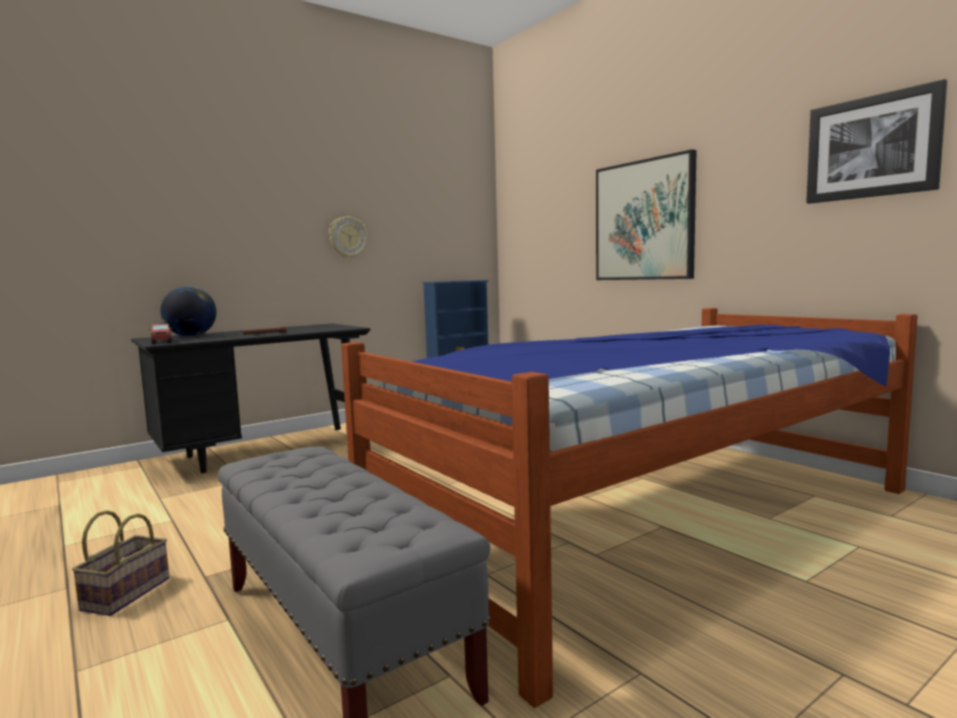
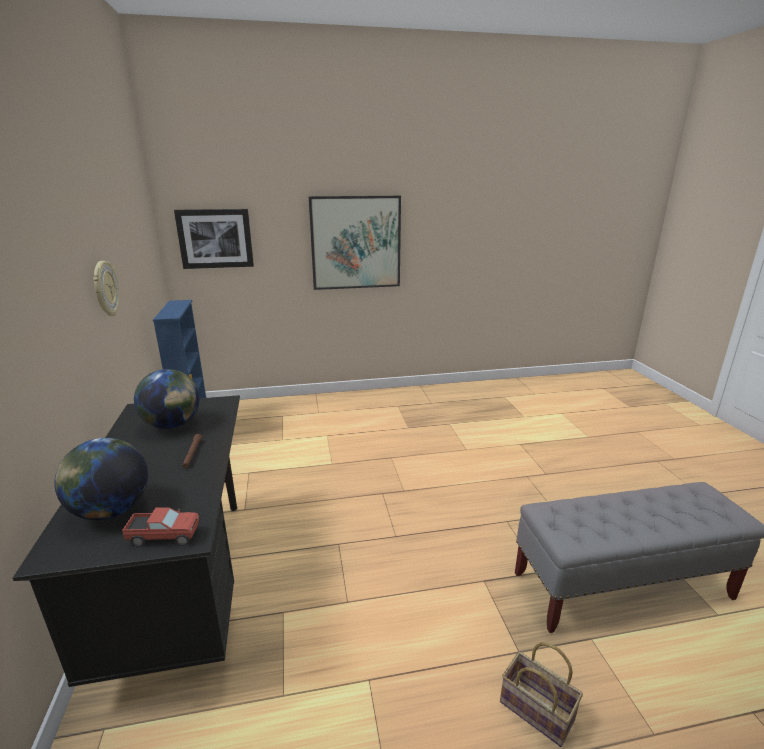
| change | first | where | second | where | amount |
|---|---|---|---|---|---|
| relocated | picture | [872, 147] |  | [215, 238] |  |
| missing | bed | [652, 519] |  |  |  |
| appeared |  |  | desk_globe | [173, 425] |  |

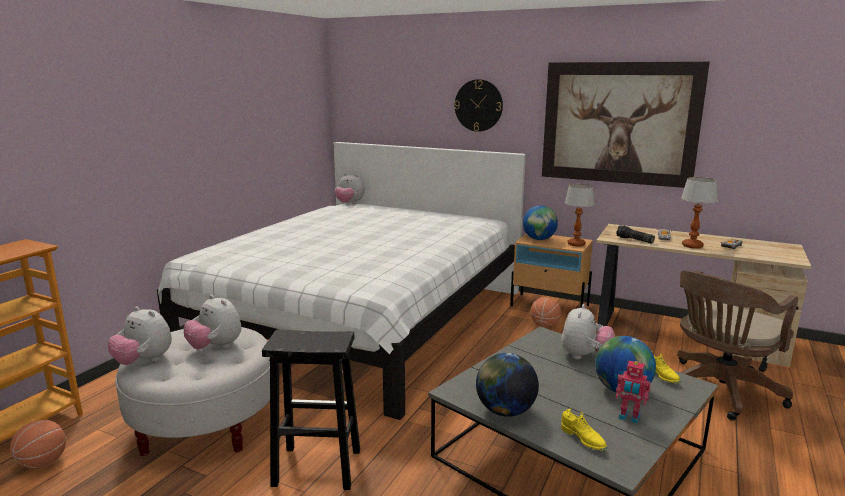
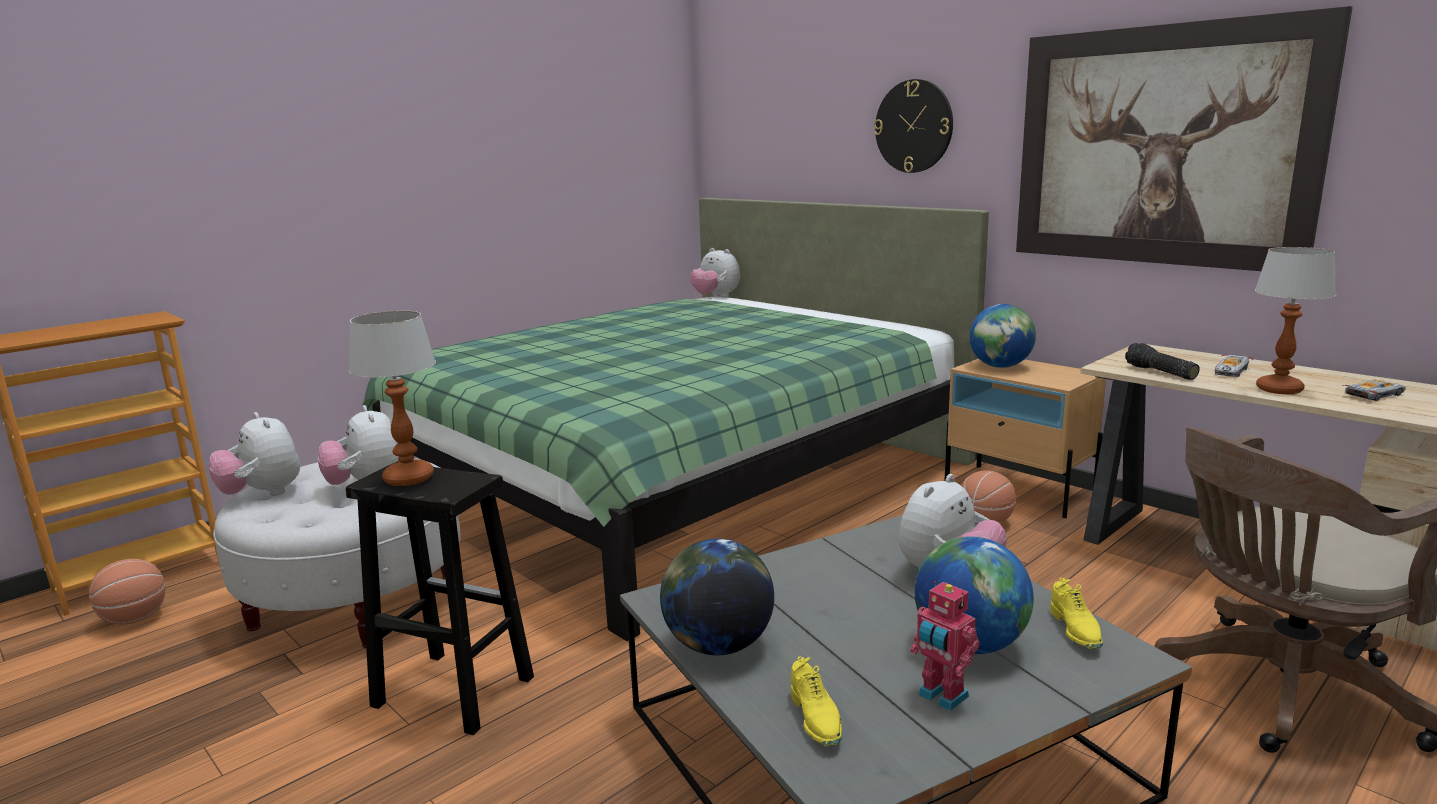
| change | first | where | second | where | amount |
|---|---|---|---|---|---|
| colour | white-coloured_bed | [360, 319] | green_bed | [680, 479] |  |
| relocated | lamp_for_a_table | [576, 244] |  | [408, 478] |  |

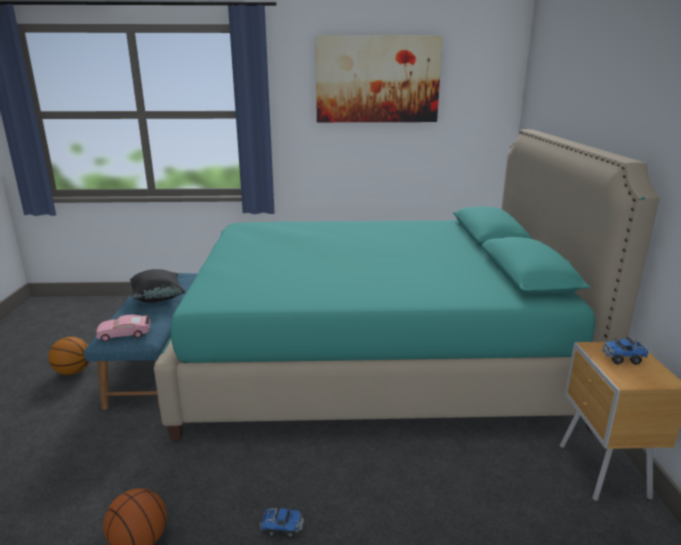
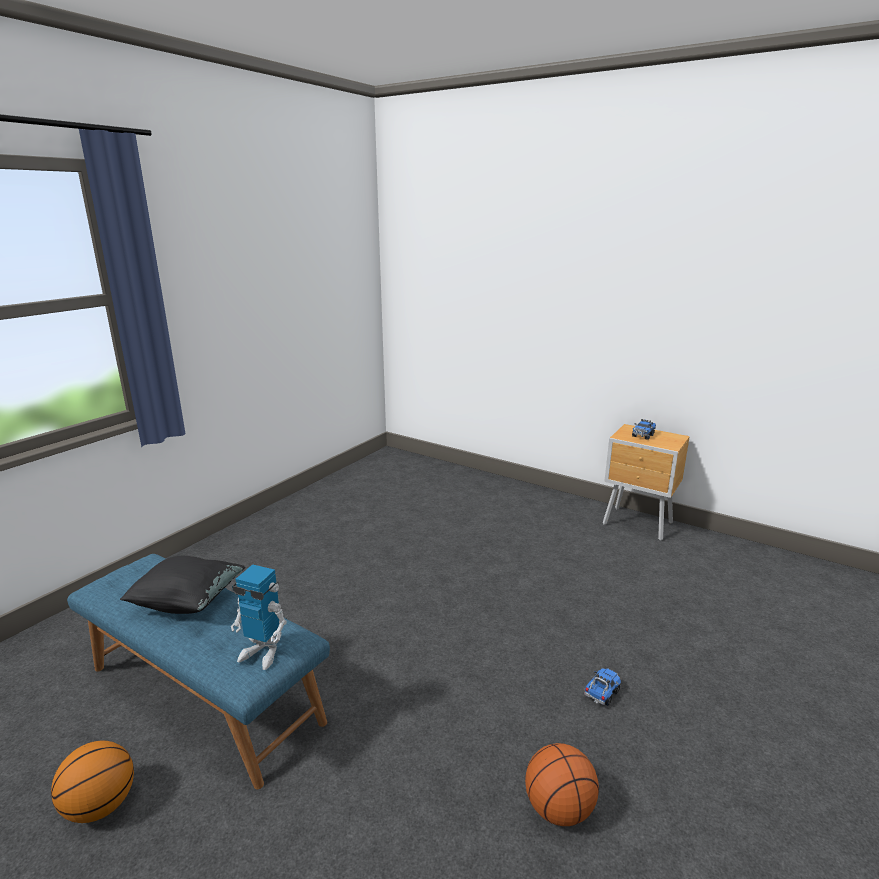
| change | first | where | second | where | amount |
|---|---|---|---|---|---|
| missing | picture | [377, 80] |  |  |  |
| missing | blue-green_bed | [374, 356] |  |  |  |
| exchanged | pinkish_toy_car | [125, 333] | toy_robot | [262, 653] |  |

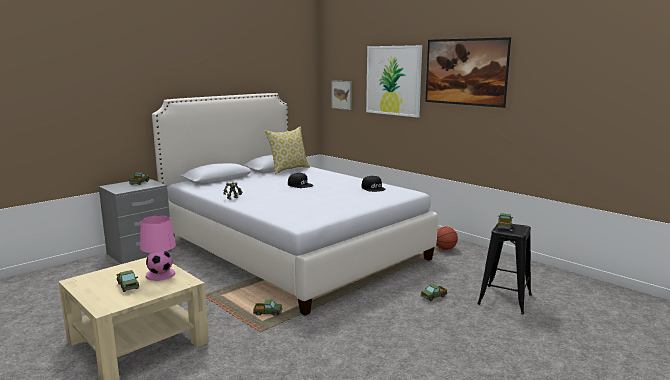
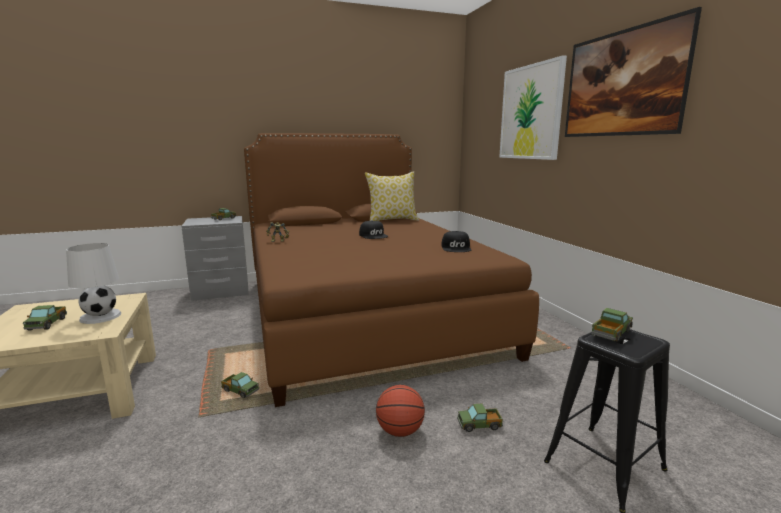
| change | first | where | second | where | amount |
|---|---|---|---|---|---|
| missing | picture | [341, 95] |  |  |  |
| colour | white-coloured_bed | [291, 249] | brown_bed | [363, 312] |  |
| colour | pinkish_lamp_for_a_table | [160, 274] | white-coloured_lamp_for_a_table | [101, 316] |  |
| relocated | basketball_ball | [445, 249] |  | [400, 431] |  |

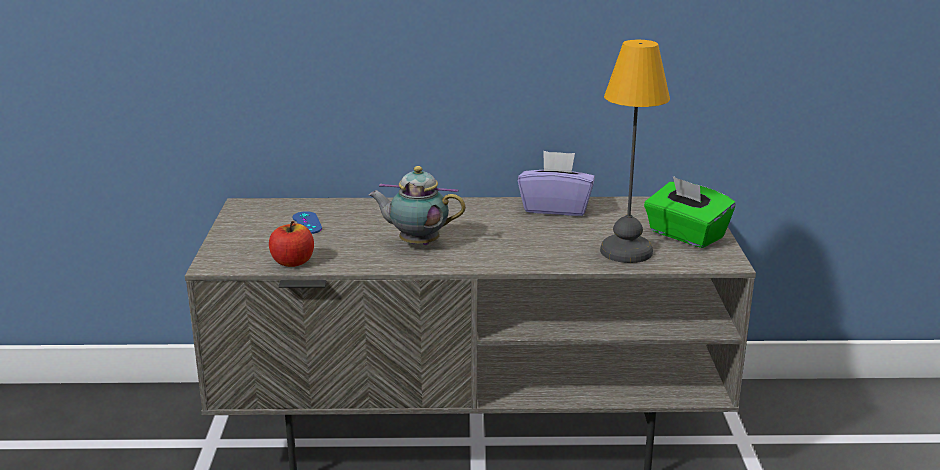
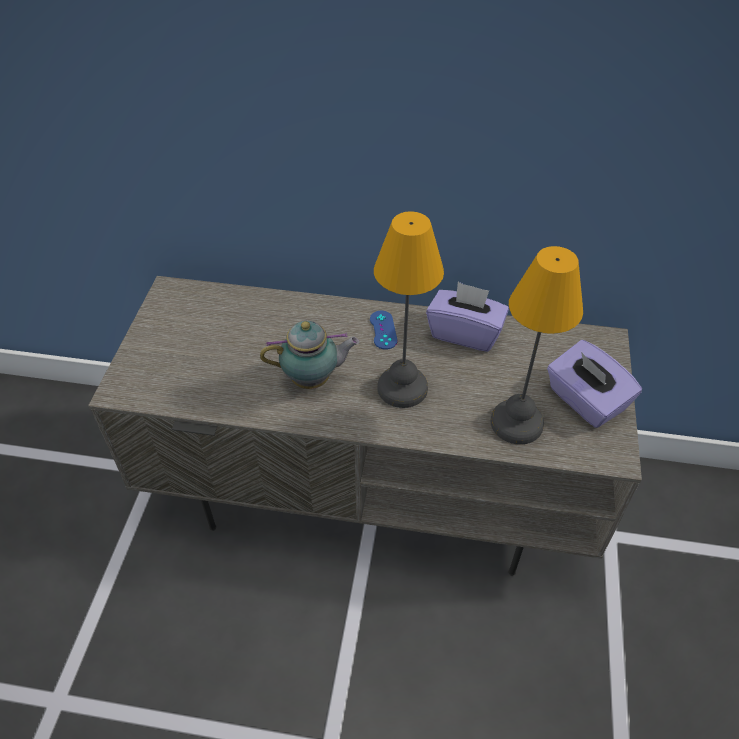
| change | first | where | second | where | amount |
|---|---|---|---|---|---|
| spun | teapot | [416, 243] |  | [313, 380] | 150 degrees clockwise |
| colour | green_tissue_box | [685, 235] | purple_tissue_box | [585, 401] |  |
| relocated | blue_game_controller | [307, 223] |  | [383, 330] |  |
| missing | apple_fruit | [293, 262] |  |  |  |
| appeared |  |  | lamp_for_a_table | [401, 386] |  |

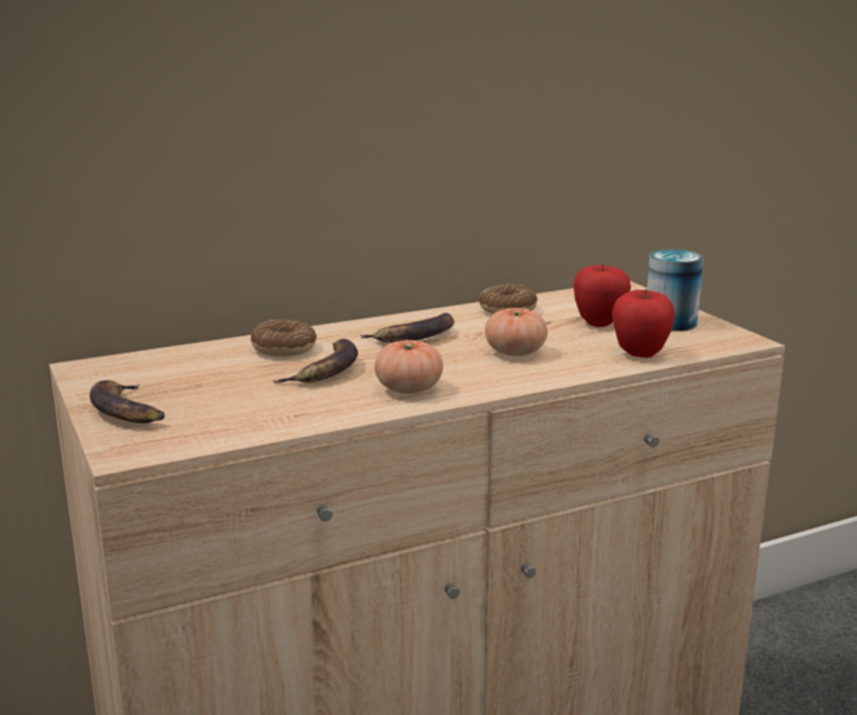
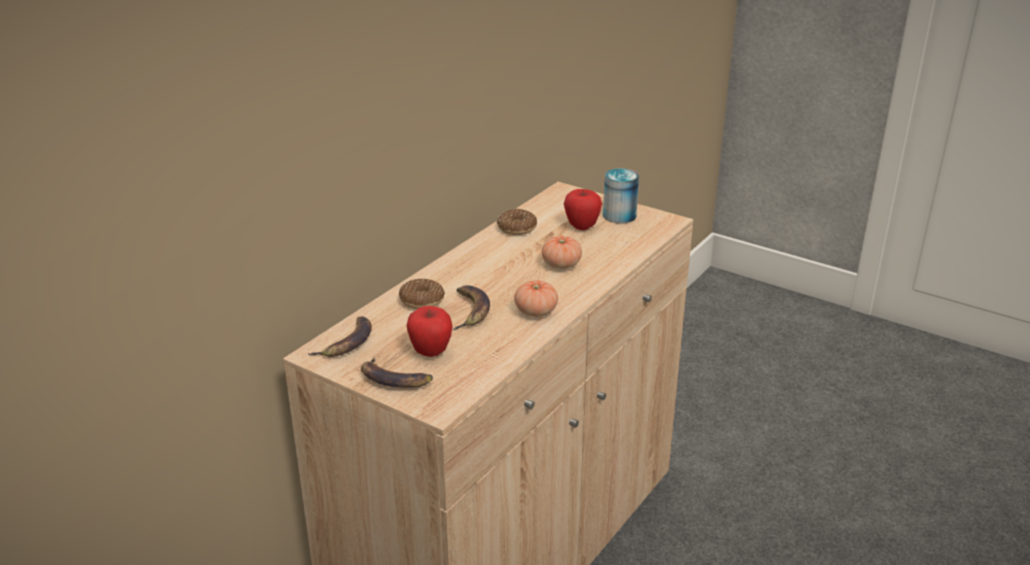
| change | first | where | second | where | amount |
|---|---|---|---|---|---|
| relocated | apple_fruit | [640, 354] |  | [430, 352] |  |
| relocated | banana | [414, 336] |  | [347, 342] |  |

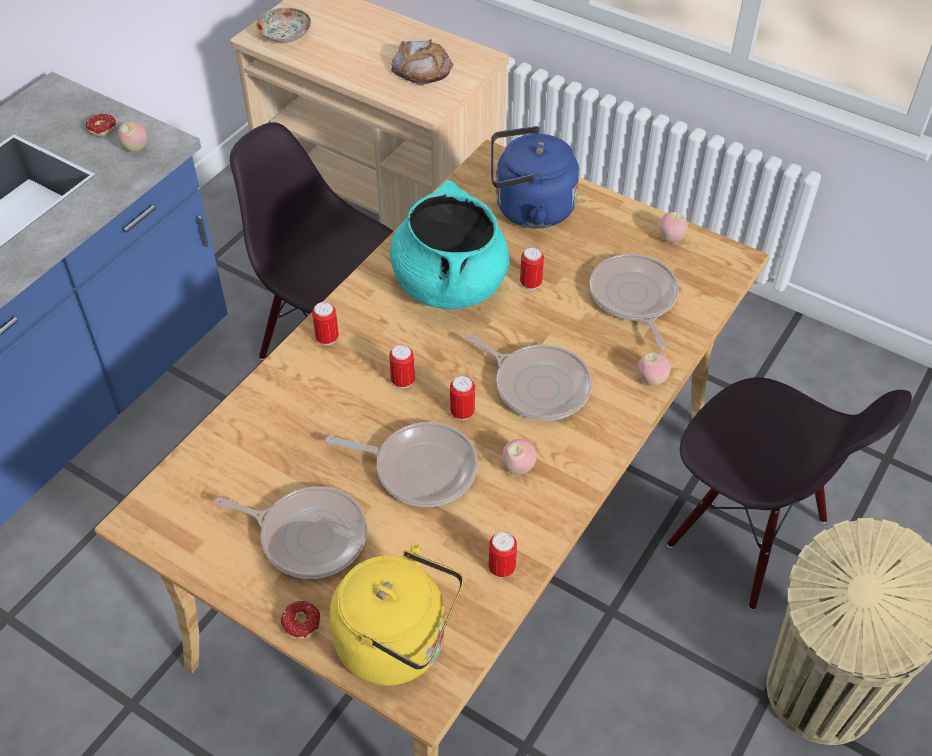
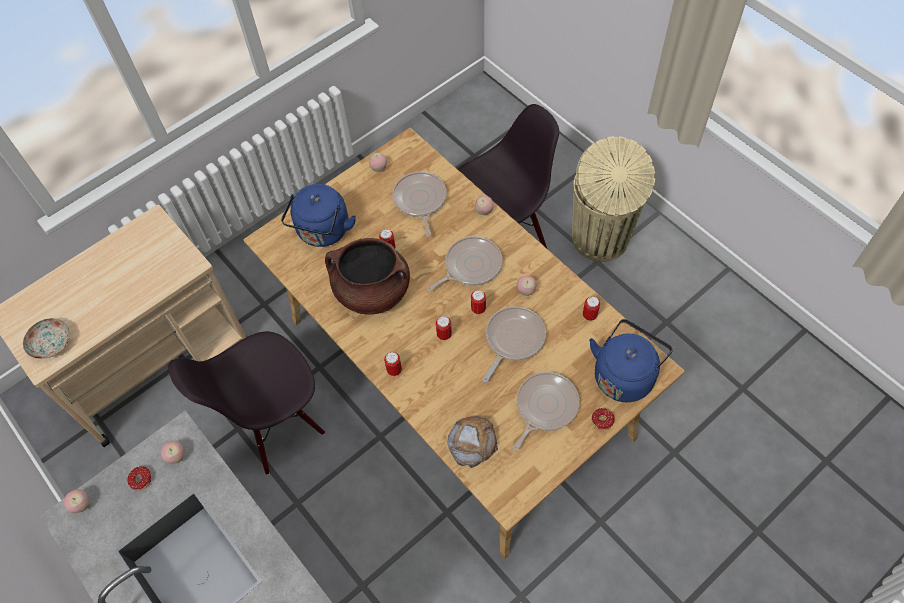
| change | first | where | second | where | amount |
|---|---|---|---|---|---|
| relocated | bakery_bread | [422, 68] |  | [472, 442] |  |
| colour | blue-green_stockpot | [449, 284] | brown_stockpot | [372, 292] |  |
| spun | frying_pan | [633, 298] |  | [420, 201] | 75 degrees clockwise |
| colour | yellow_kettle | [398, 643] | blue_kettle | [624, 374] |  |
| appeared |  |  | apple_fruit | [82, 505] |  |

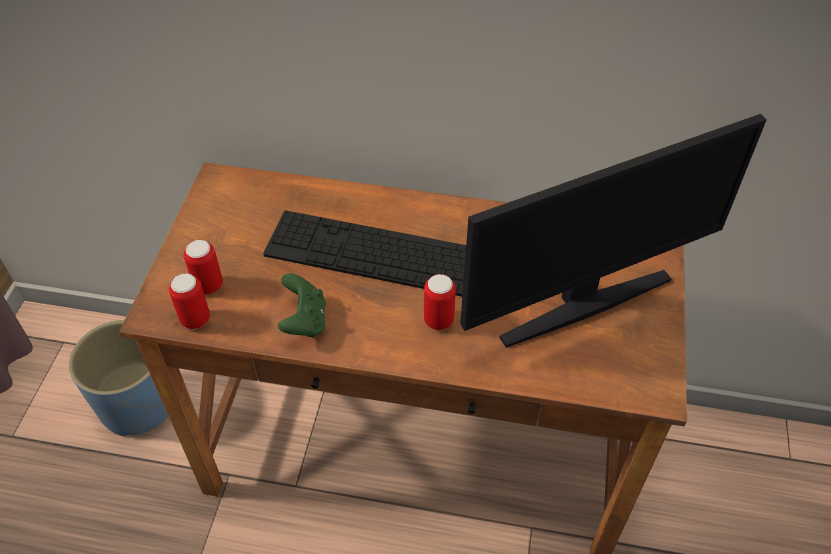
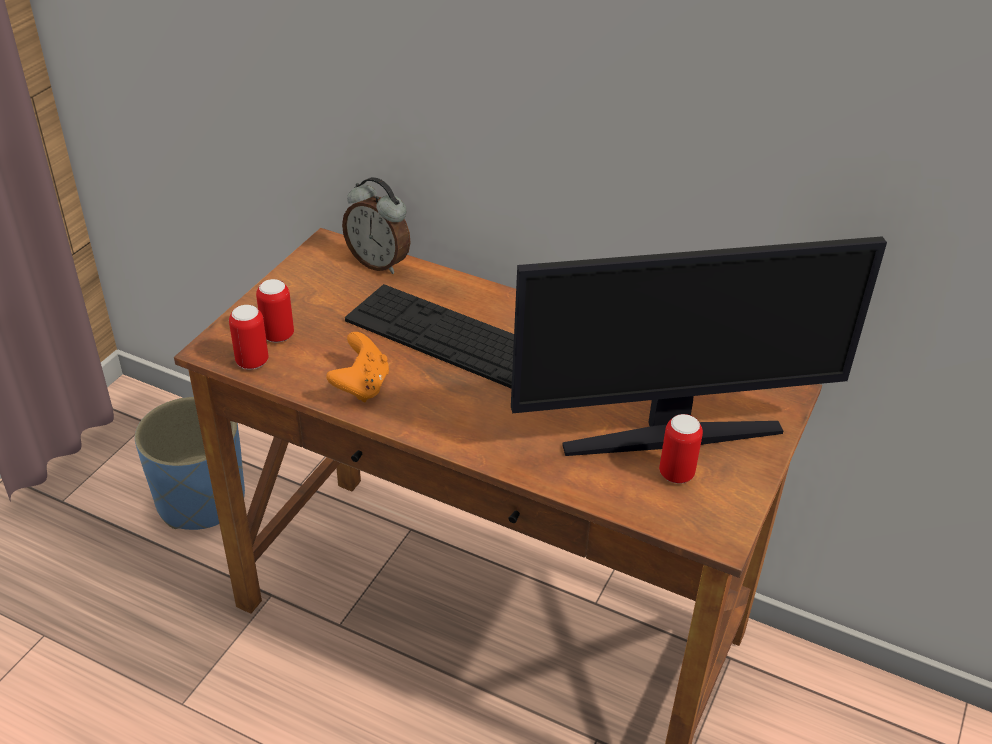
| change | first | where | second | where | amount |
|---|---|---|---|---|---|
| colour | green_game_controller | [304, 321] | orange-coloured_game_controller | [361, 386] |  |
| relocated | sealed_can | [438, 320] |  | [676, 474] |  |
| appeared |  |  | table_clock | [379, 263] |  |

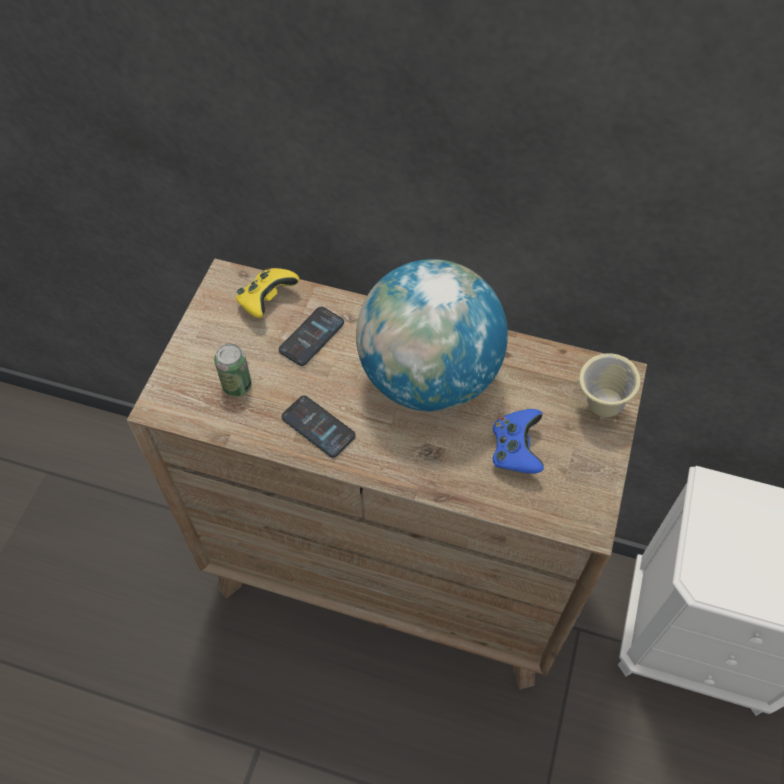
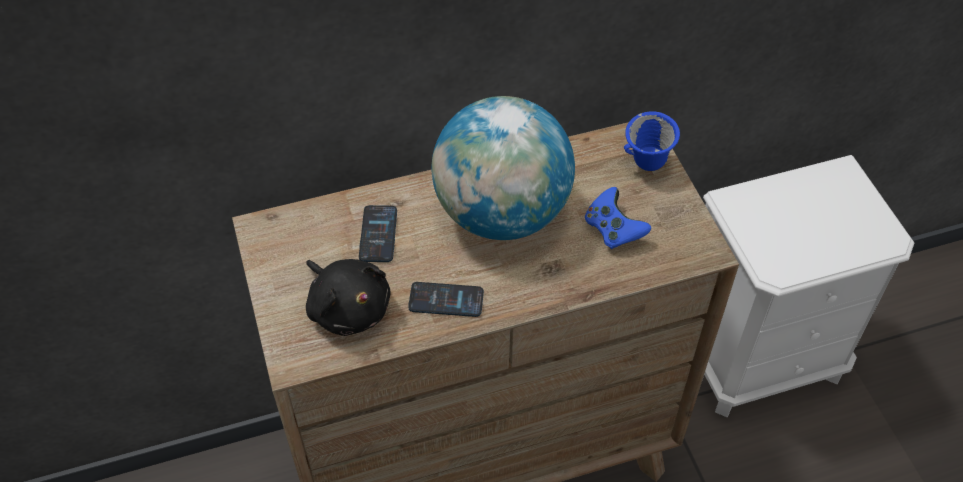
| change | first | where | second | where | amount |
|---|---|---|---|---|---|
| missing | yellow_game_controller | [267, 301] |  |  |  |
| exchanged | sealed_can | [237, 386] | black_cuddly_toy | [348, 308] |  |
| colour | sand-coloured_mug | [598, 408] | blue_mug | [646, 166] |  |

